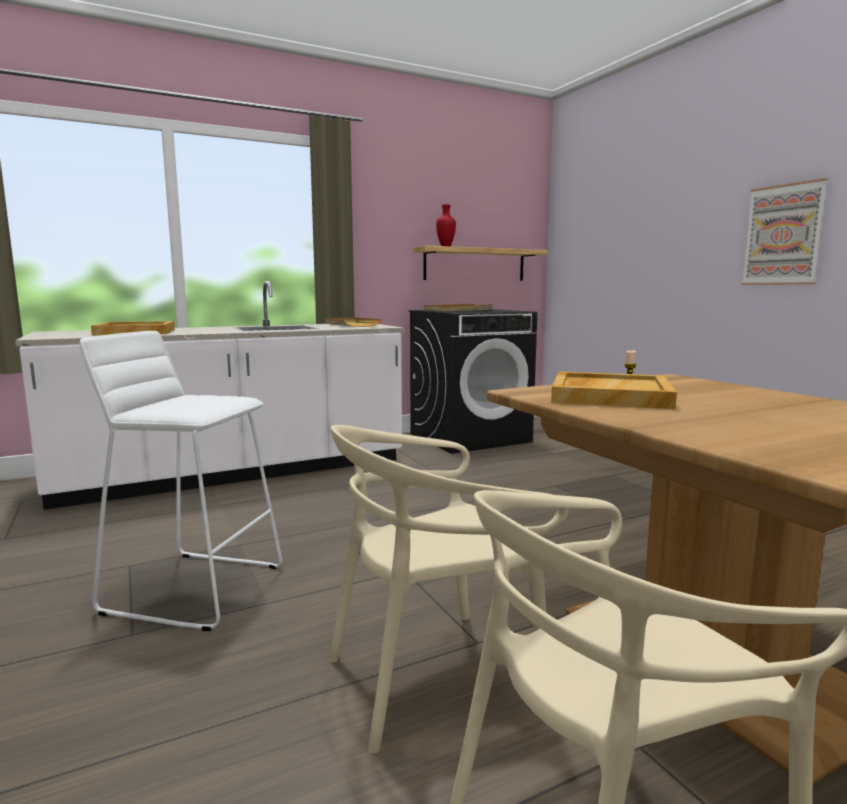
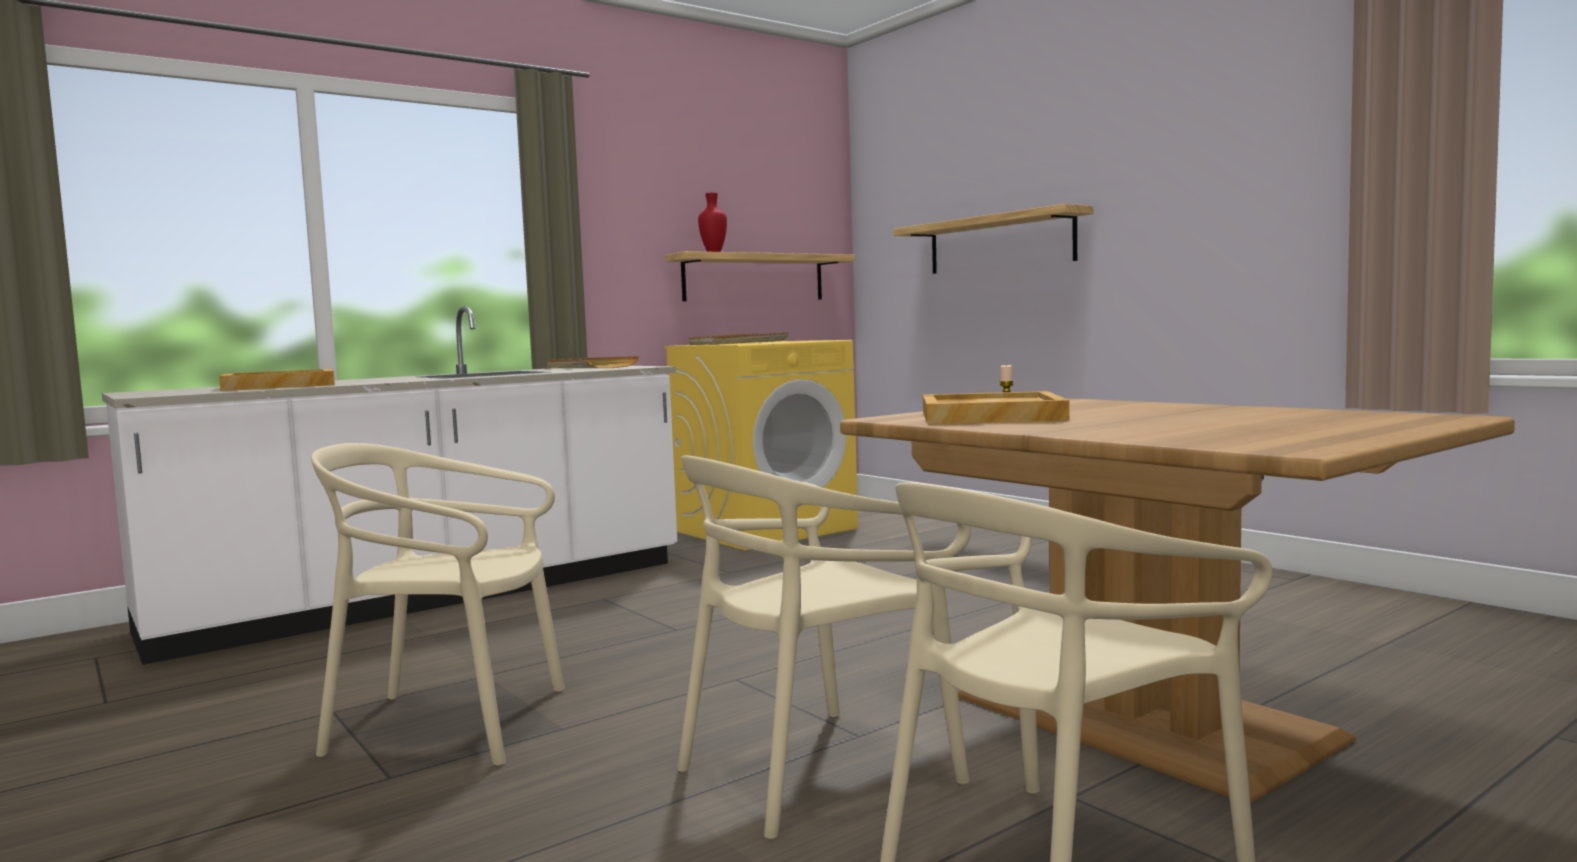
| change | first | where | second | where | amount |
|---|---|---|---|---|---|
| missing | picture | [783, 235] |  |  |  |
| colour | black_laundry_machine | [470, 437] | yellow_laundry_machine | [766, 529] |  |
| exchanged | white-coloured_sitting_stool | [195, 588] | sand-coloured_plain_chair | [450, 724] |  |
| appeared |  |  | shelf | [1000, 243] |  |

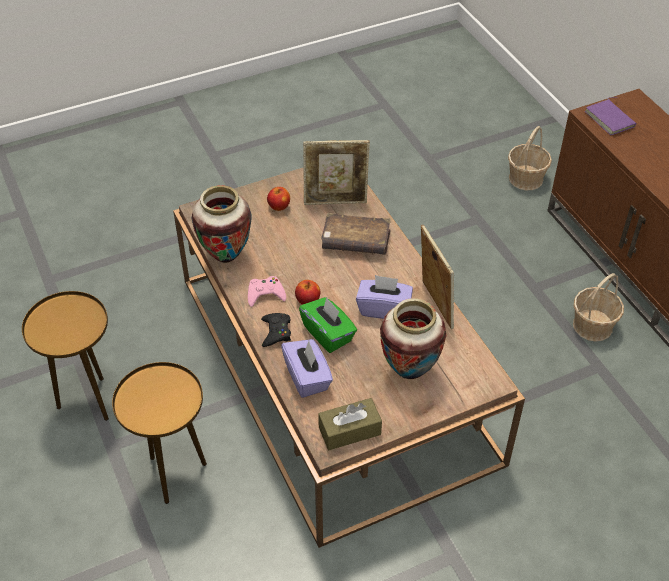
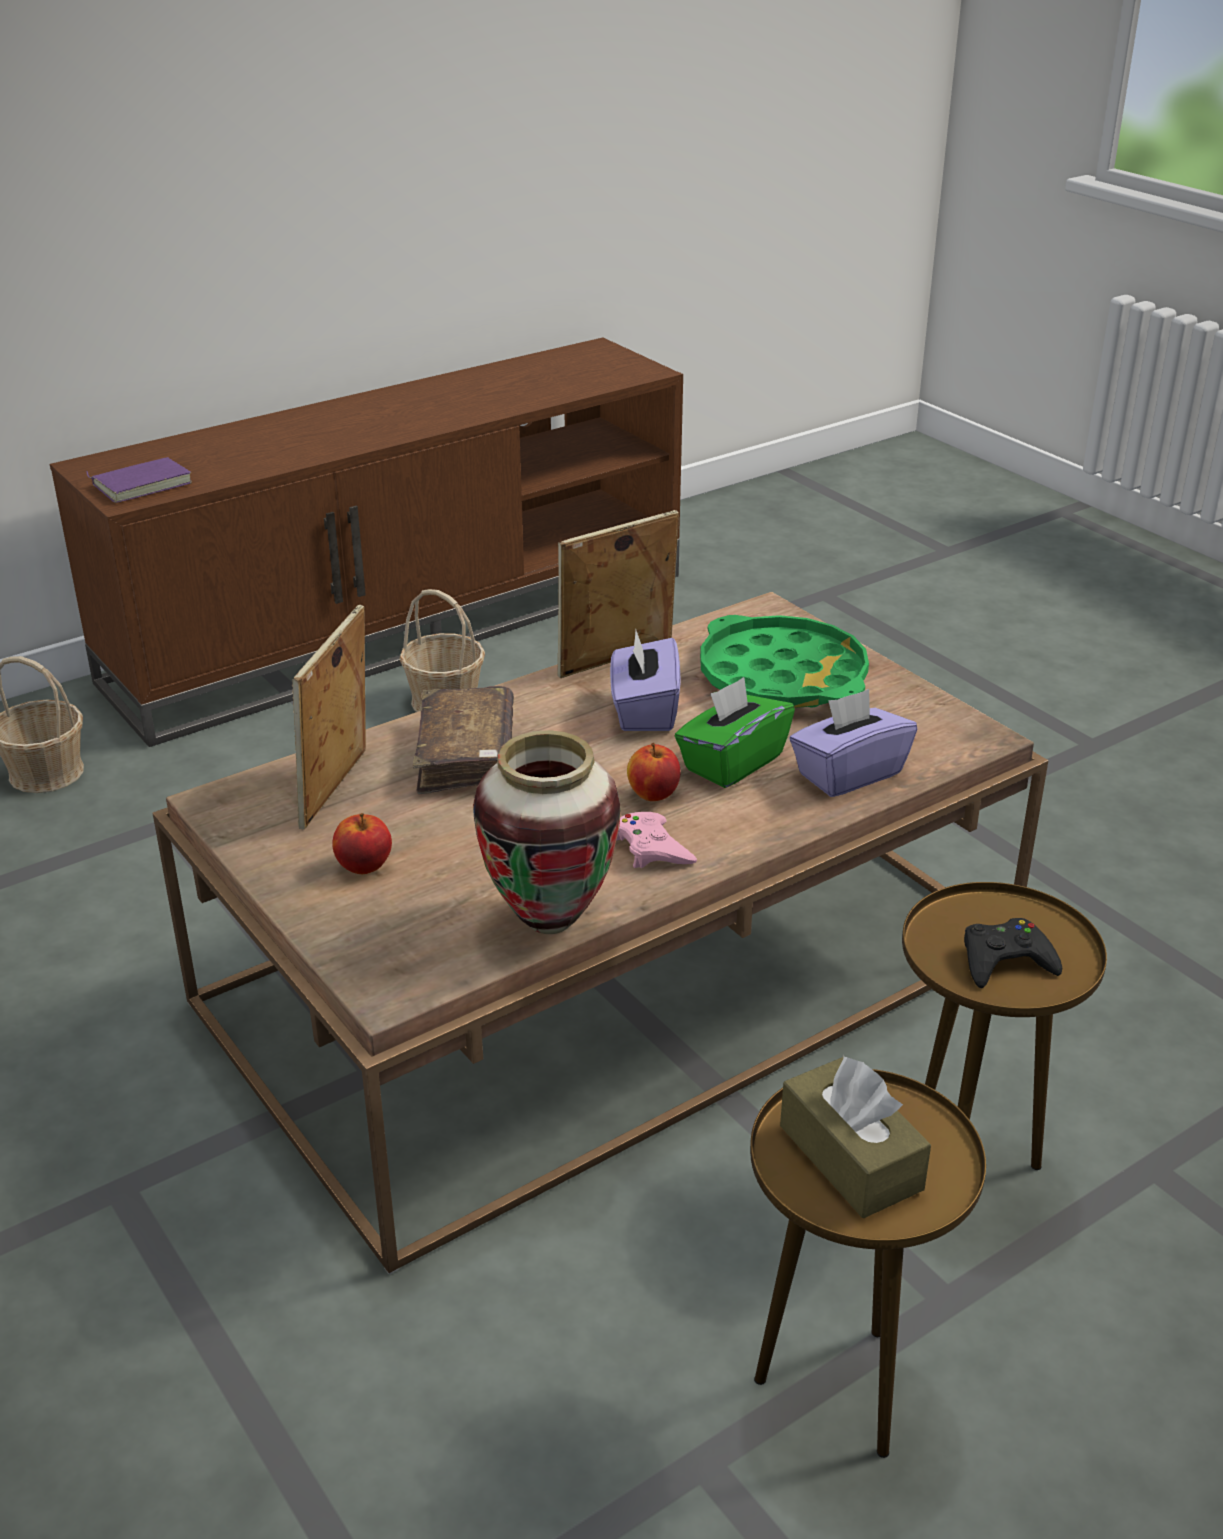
| change | first | where | second | where | amount |
|---|---|---|---|---|---|
| spun | standing_frame | [335, 201] |  | [339, 791] | 150 degrees counterclockwise |
| exchanged | decorative_vase | [409, 371] | green_tray | [782, 677] |  |
| relocated | black_game_controller | [276, 332] |  | [1005, 961] |  |
| relocated | brown_tissue_box | [349, 431] |  | [850, 1157] |  |

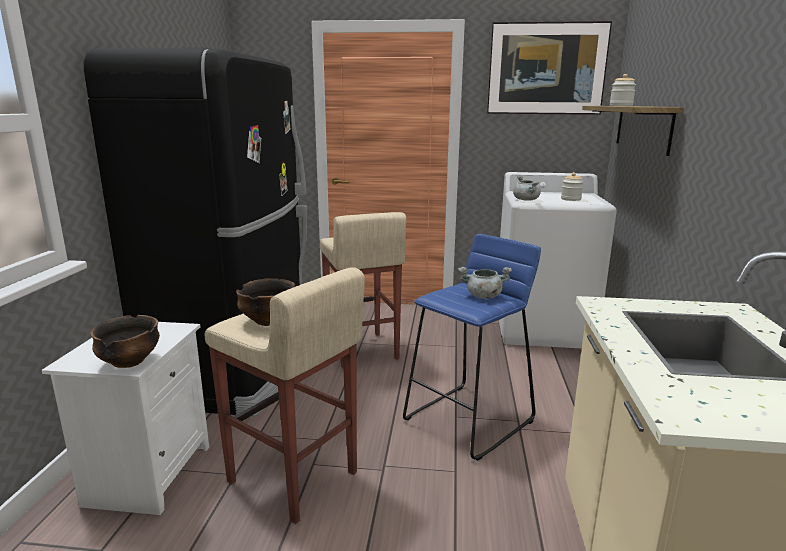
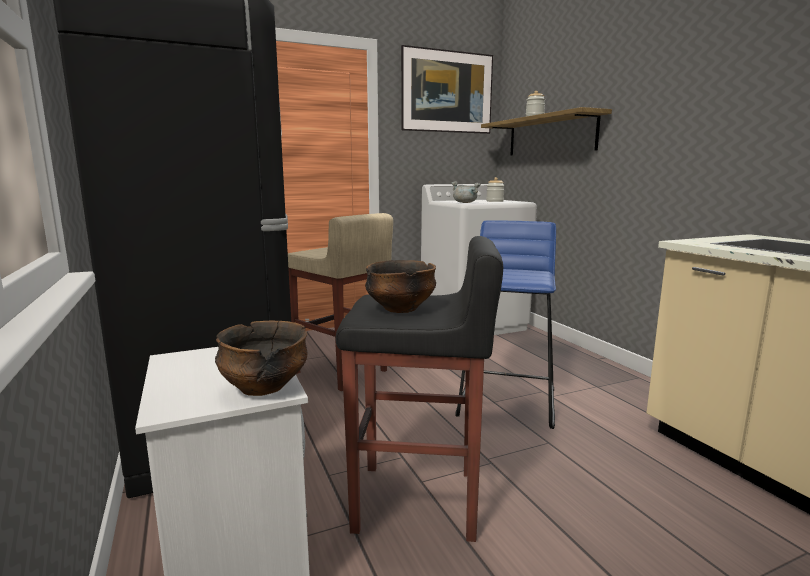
| change | first | where | second | where | amount |
|---|---|---|---|---|---|
| colour | sand-coloured_sitting_stool | [293, 478] | black_sitting_stool | [418, 502] |  |
| missing | grey_stockpot | [483, 296] |  |  |  |

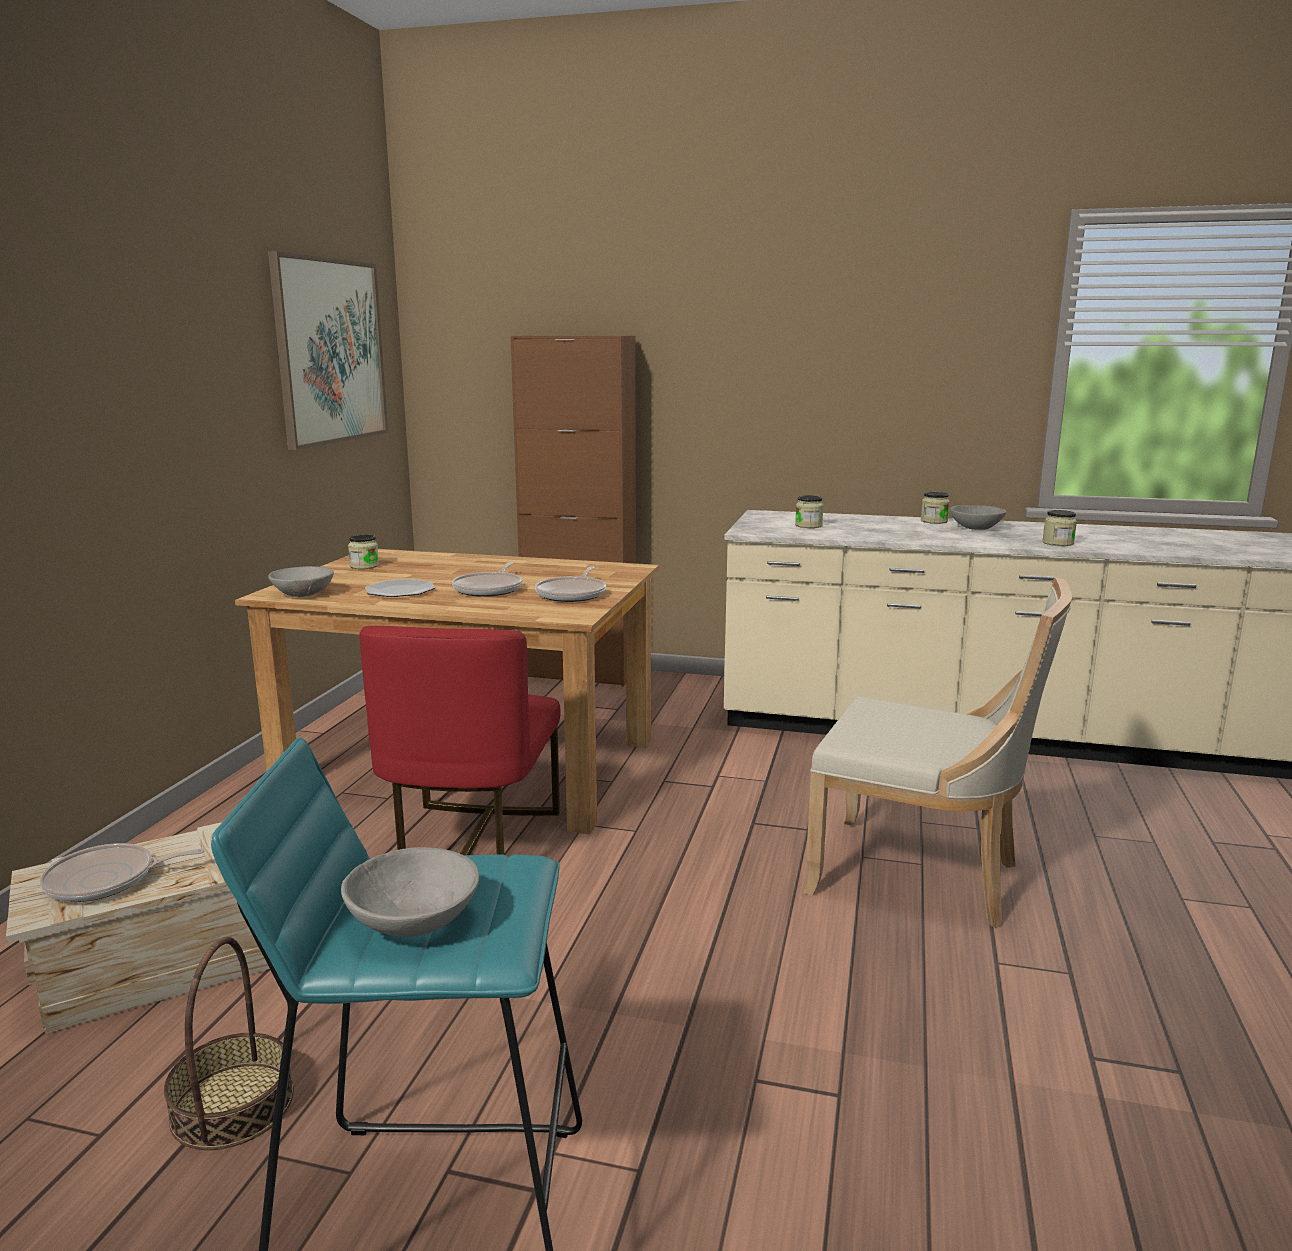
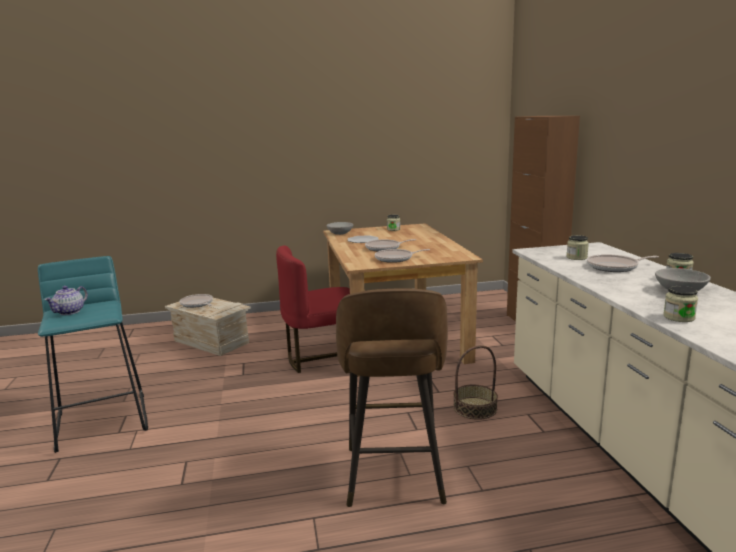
| change | first | where | second | where | amount |
|---|---|---|---|---|---|
| missing | picture | [330, 351] |  |  |  |
| exchanged | sand-coloured_plain_chair | [922, 876] | brown_sitting_stool | [394, 477] |  |
| exchanged | grey_deep_dish | [414, 921] | teapot | [70, 312] |  |
| relocated | household_basket | [232, 1105] |  | [475, 408] |  |
| appeared |  |  | frying_pan | [614, 267] |  |

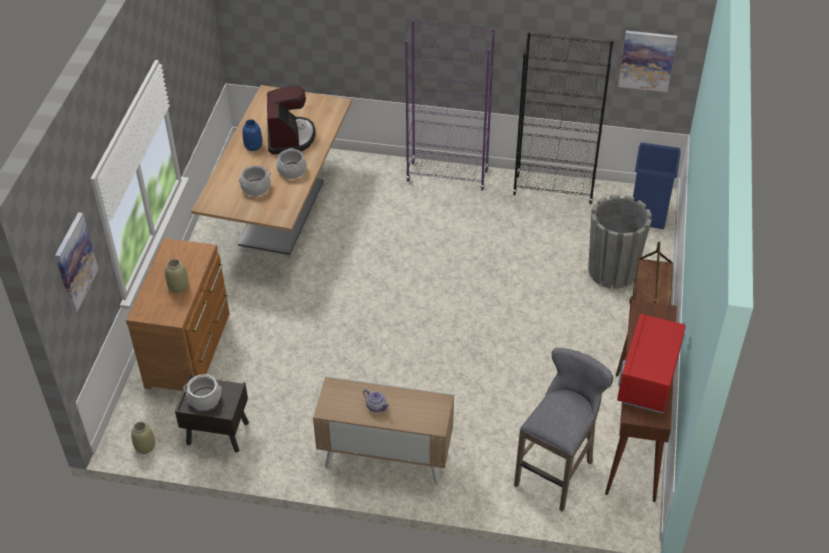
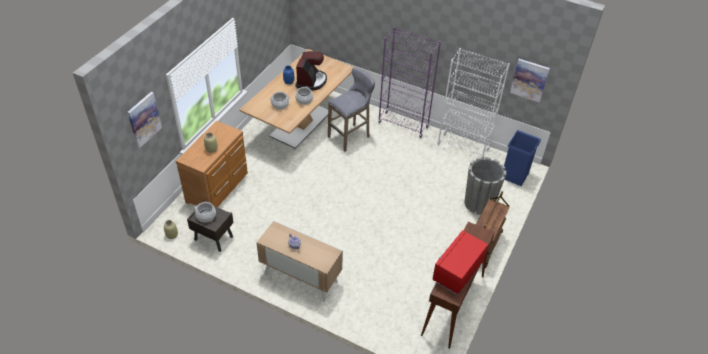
| change | first | where | second | where | amount |
|---|---|---|---|---|---|
| colour | black_shelving_unit | [554, 189] | white-coloured_shelving_unit | [463, 147] |  |
| relocated | grey_sitting_stool | [556, 471] |  | [350, 136] |  |

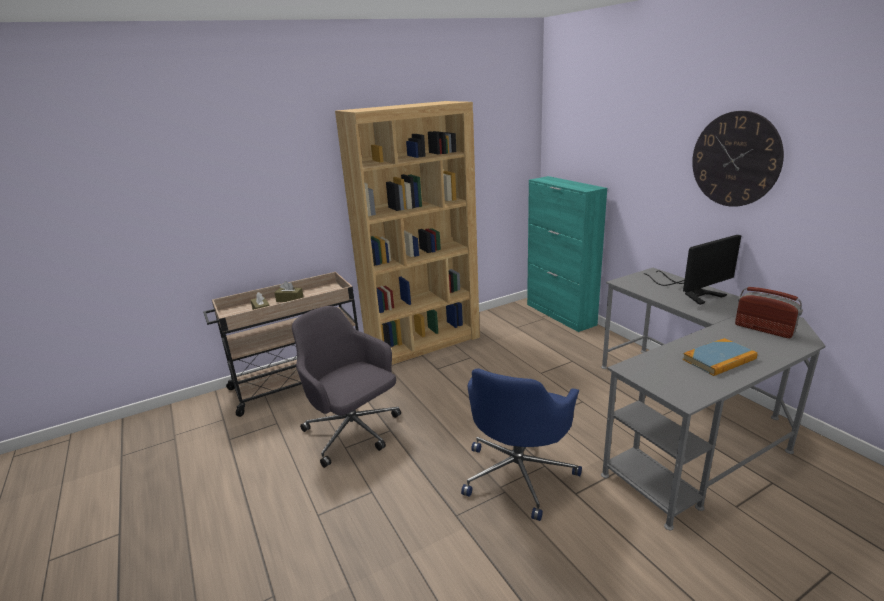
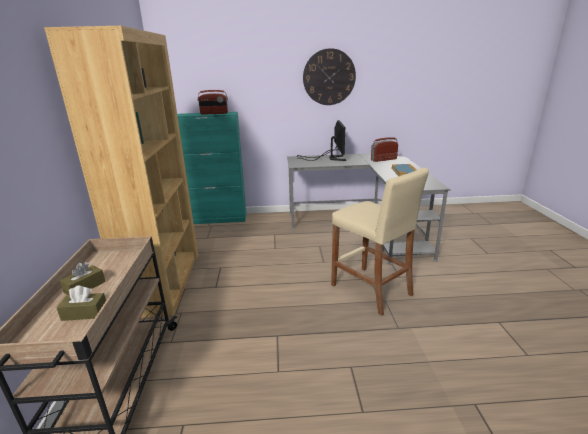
| change | first | where | second | where | amount |
|---|---|---|---|---|---|
| missing | grey_computer_chair | [353, 432] |  |  |  |
| exchanged | blue_computer_chair | [518, 473] | sand-coloured_sitting_stool | [371, 290] |  |
| appeared |  |  | radio | [214, 113] |  |

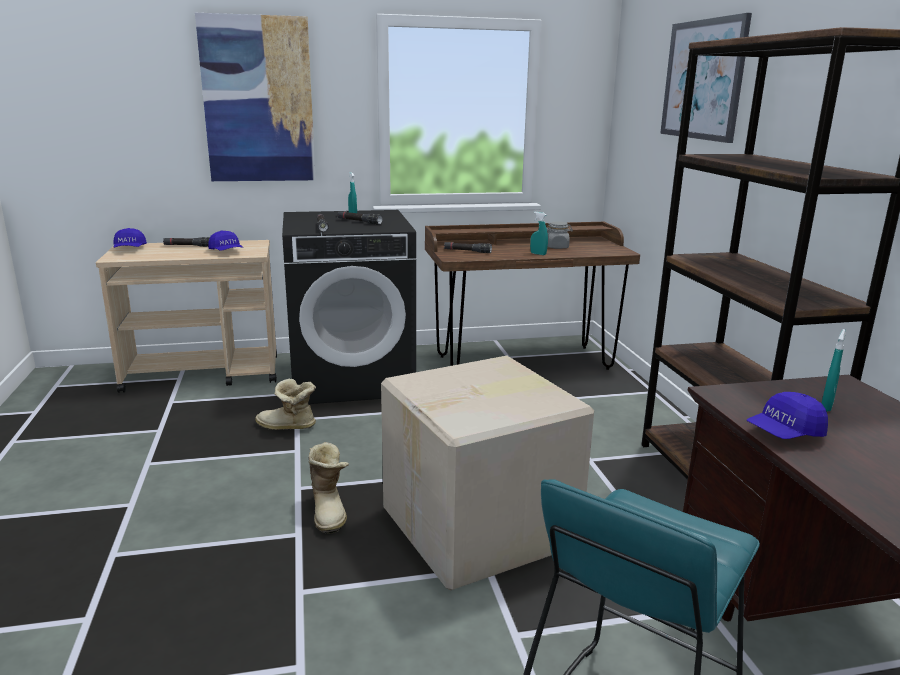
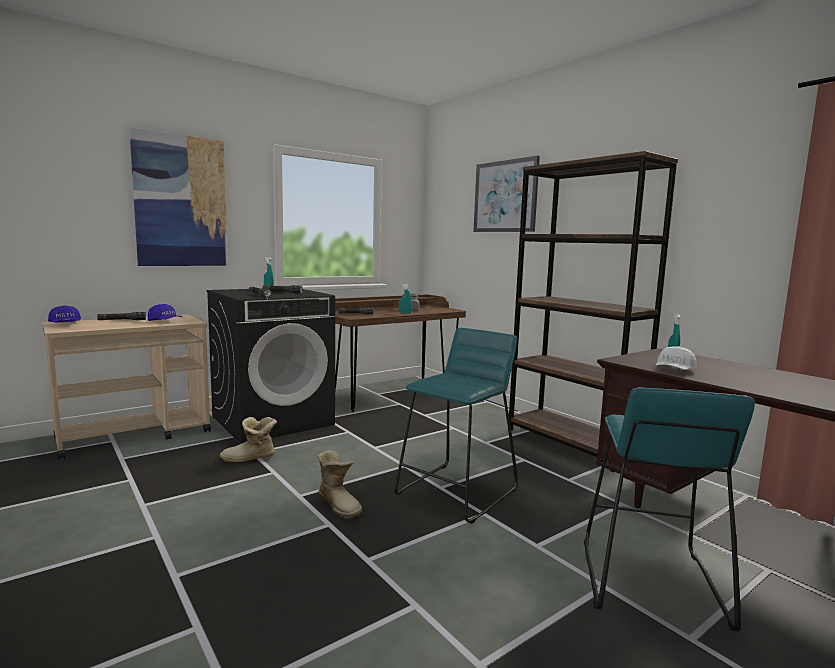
| change | first | where | second | where | amount |
|---|---|---|---|---|---|
| exchanged | carton | [482, 527] | blue-green_sitting_stool | [457, 492] |  |
| colour | blue_peaked_cap | [784, 433] | white-coloured_peaked_cap | [674, 371] |  |

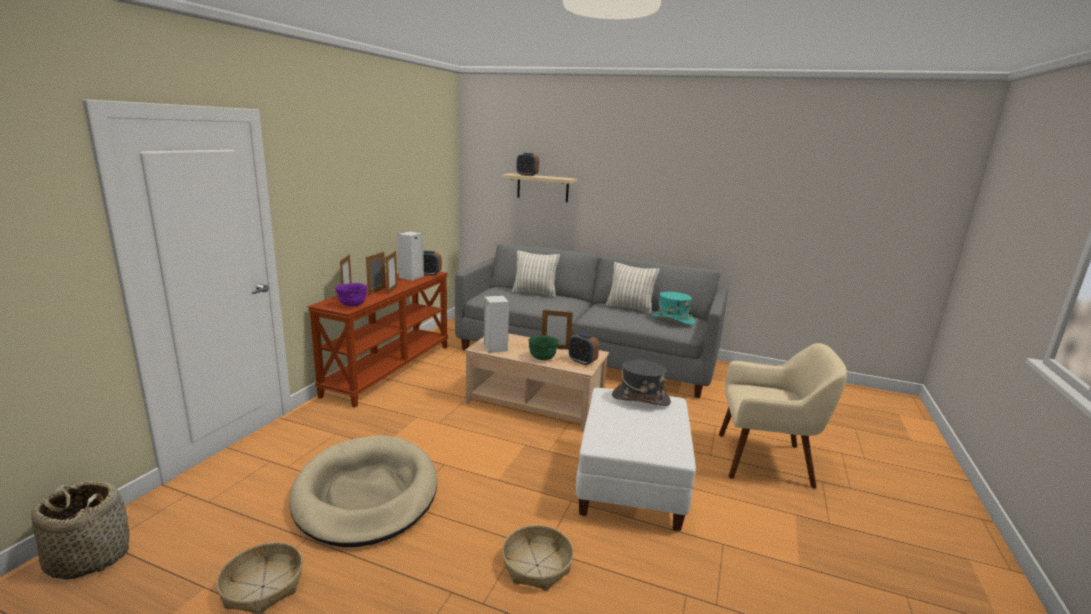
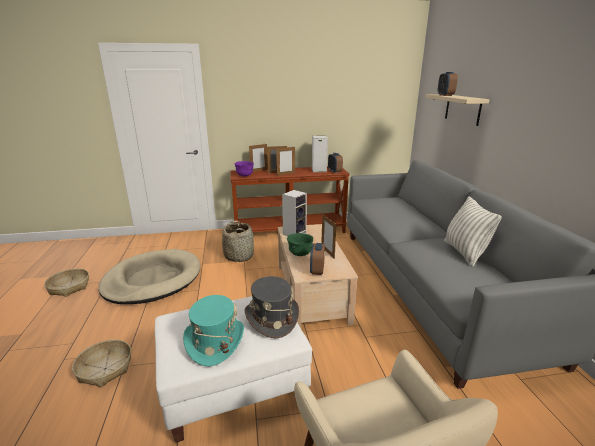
| change | first | where | second | where | amount |
|---|---|---|---|---|---|
| missing | cushion | [534, 293] |  |  |  |
| relocated | blue-green_clothing_hat | [672, 320] |  | [215, 341] |  |
| relocated | household_basket | [89, 557] |  | [239, 256] |  |

